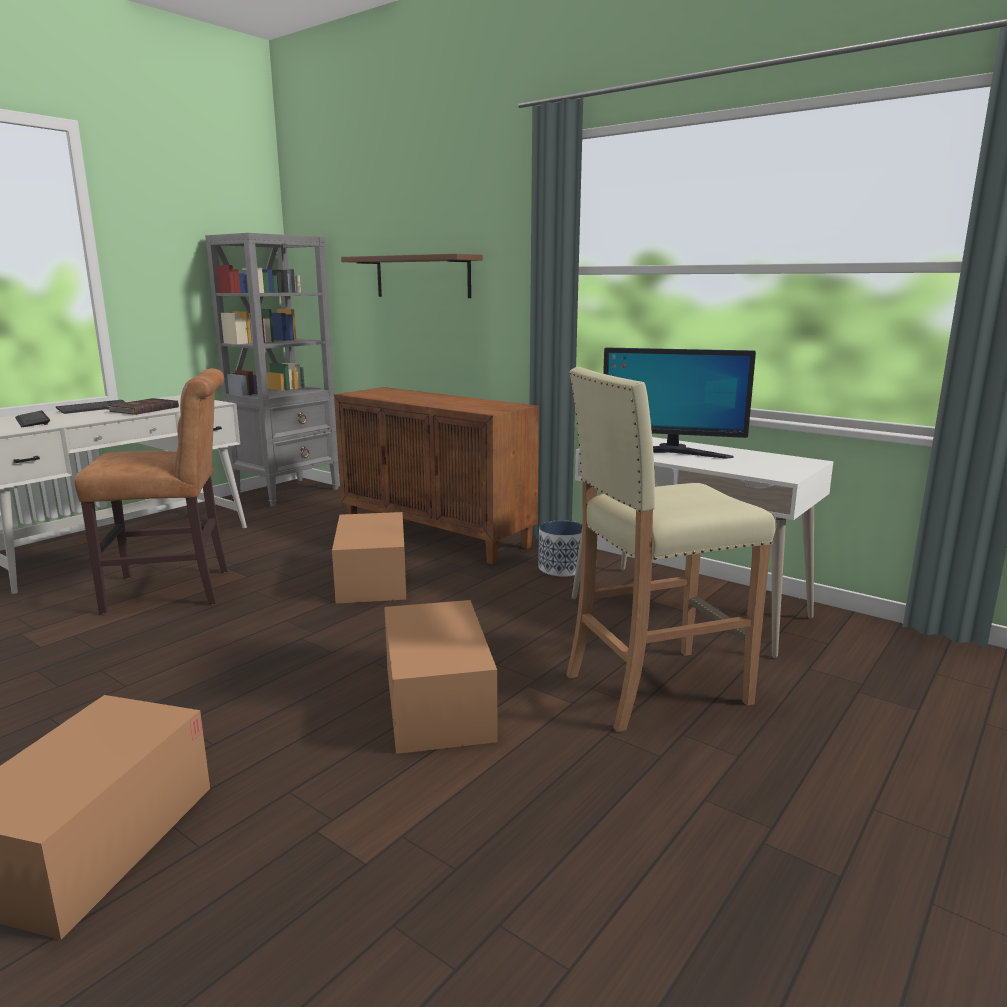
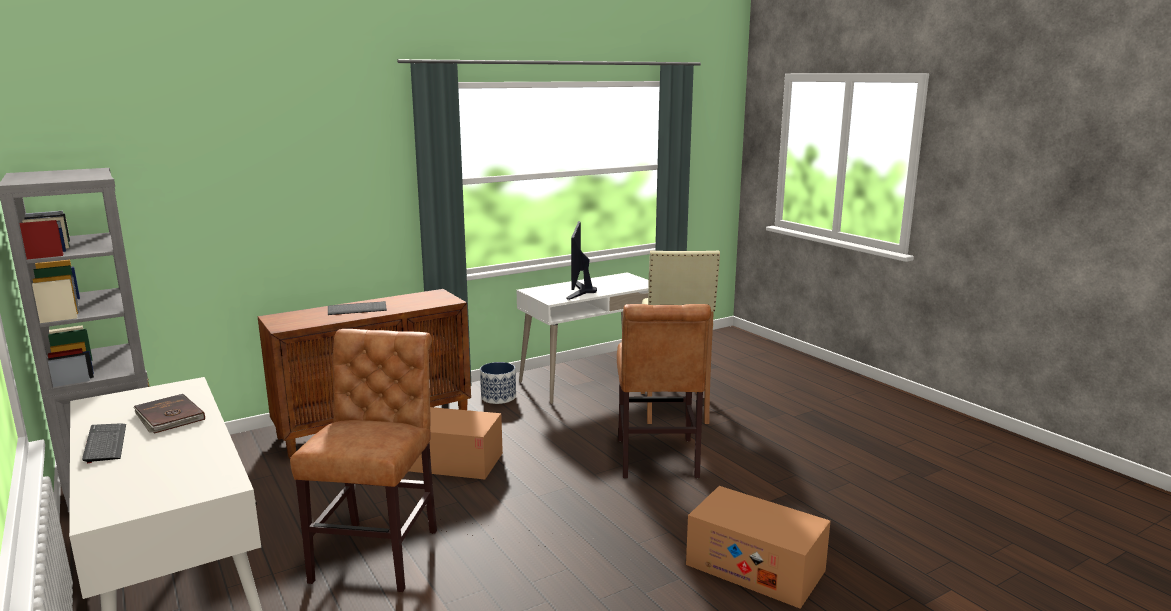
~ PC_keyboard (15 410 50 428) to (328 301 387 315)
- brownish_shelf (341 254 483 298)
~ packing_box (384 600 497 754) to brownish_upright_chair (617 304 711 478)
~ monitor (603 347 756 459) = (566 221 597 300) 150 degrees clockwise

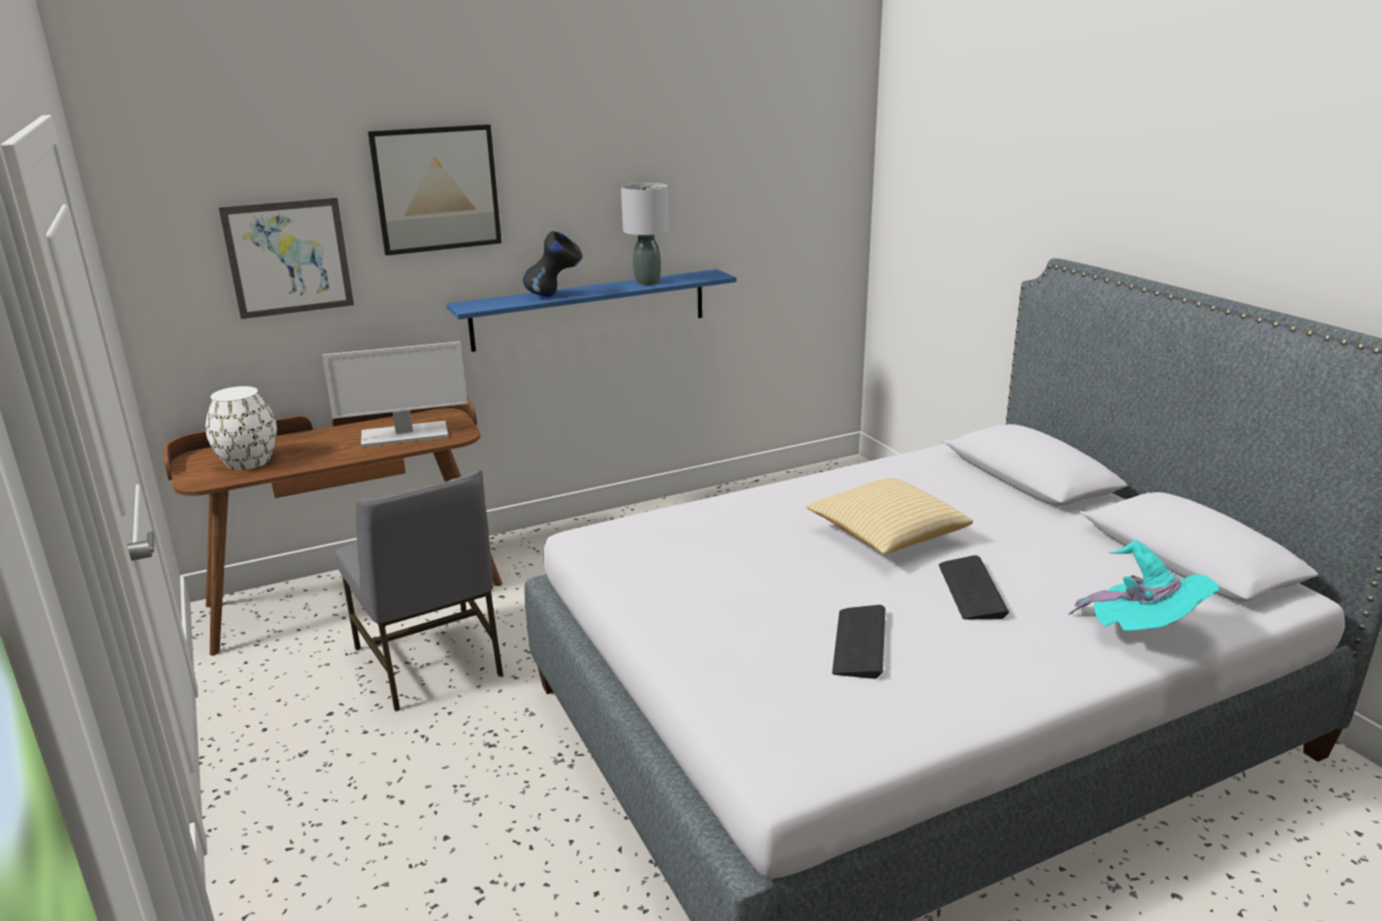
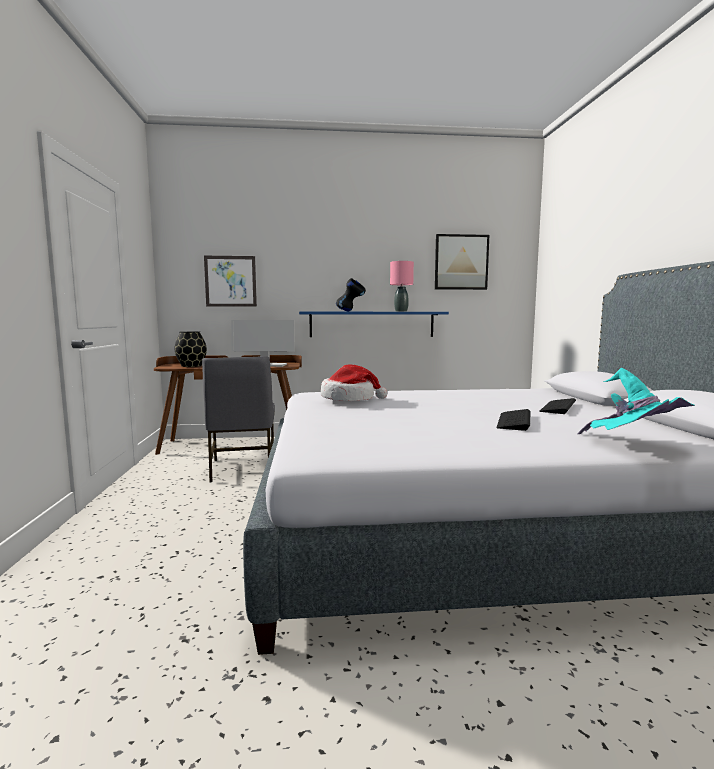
~ white-coloured_flower_vase (206 386 277 470) to blackish_flower_vase (174 331 207 367)
~ wall_picture (368 124 502 256) to (435 234 489 290)
~ greyish_lamp_for_a_table (621 183 669 285) to pinkish_lamp_for_a_table (390 261 414 312)
- cushion (806 478 973 554)
~ PC_keyboard (832 605 885 679) to (539 398 576 414)
+ clothing_hat (321 365 387 401)

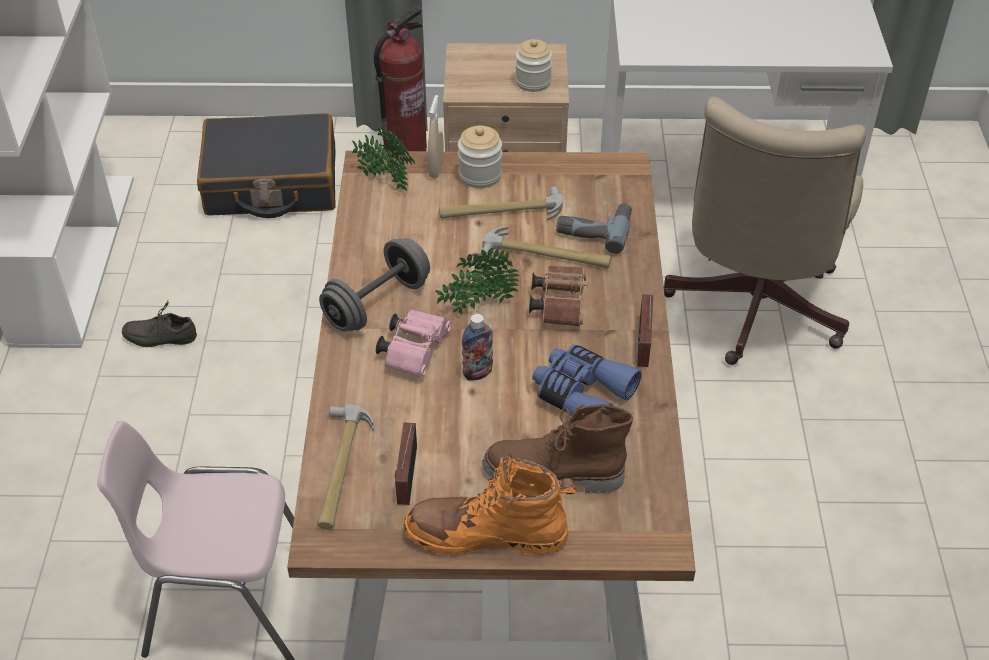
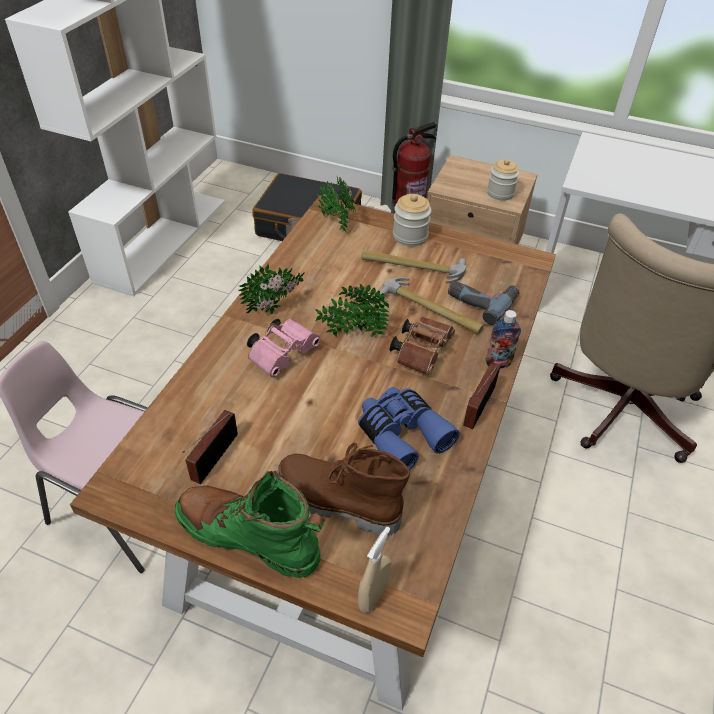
- greyish_low_shoe (122 301 197 347)
- tool_hammer (317 404 374 530)
~ greyish_free_weight (319 238 430 332) to potted_plant (239 264 305 314)
~ orange_boot (403 454 576 555) to green-coloured_boot (175 471 325 579)
~ beige-coloured_hand_sprayer (428 95 444 178) to (358 527 391 613)
~ bottle (462 314 493 380) to (485 310 521 368)

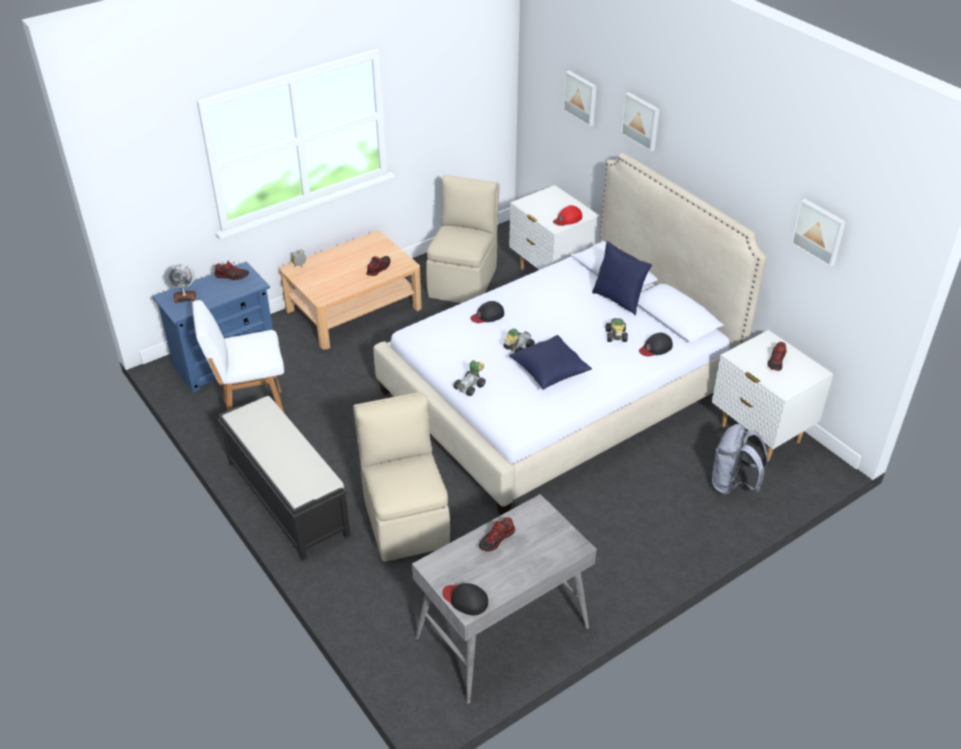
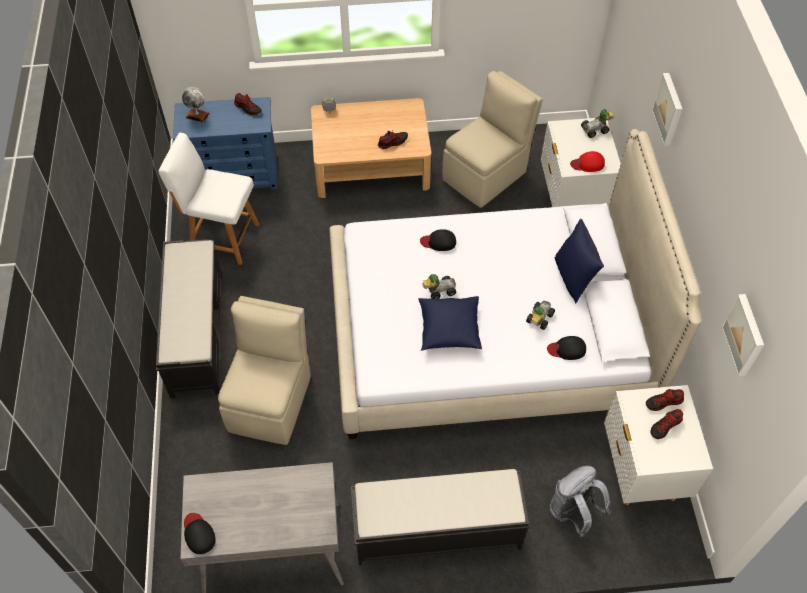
~ miniature_car (454 360 486 396) to (581 109 614 138)
~ low_shoe (479 517 515 552) to (646 389 684 411)
- wall_picture (563 71 597 127)
+ blackish_bench (351 469 530 565)

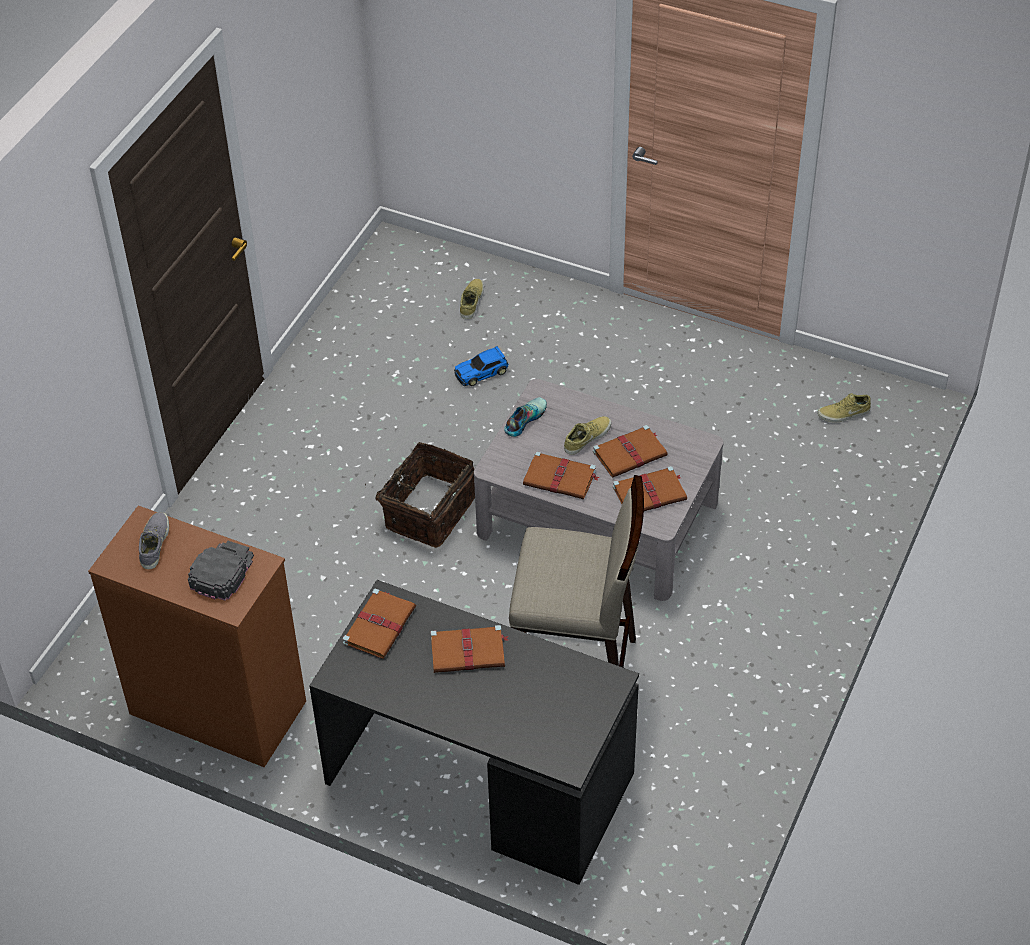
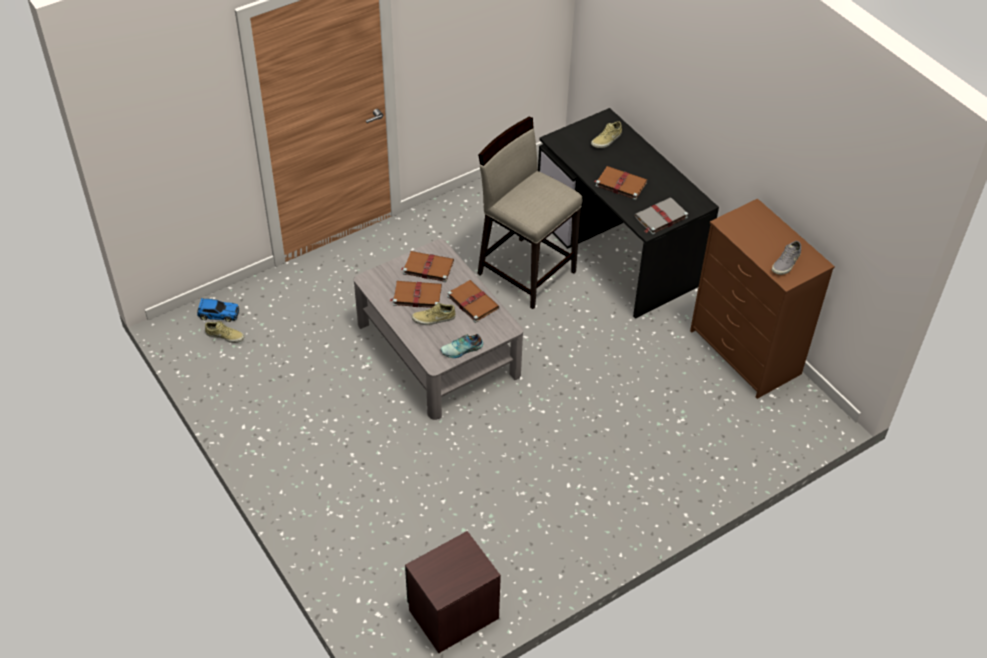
- blackish_baseball_cap (188 541 254 601)
~ brownish_volume (342 589 416 659) to greyish_volume (635 198 688 235)
- household_basket (365 442 475 548)
~ miniature_car (454 346 509 386) to (197 298 239 322)
~ beige-coloured_low_shoe (460 279 484 319) to (591 121 622 148)
+ brownish_night_table (405 531 501 653)

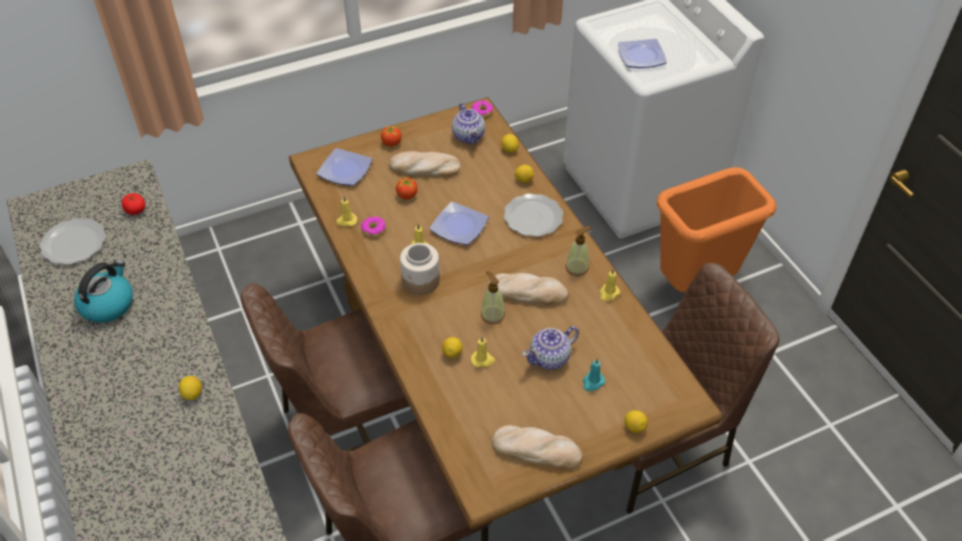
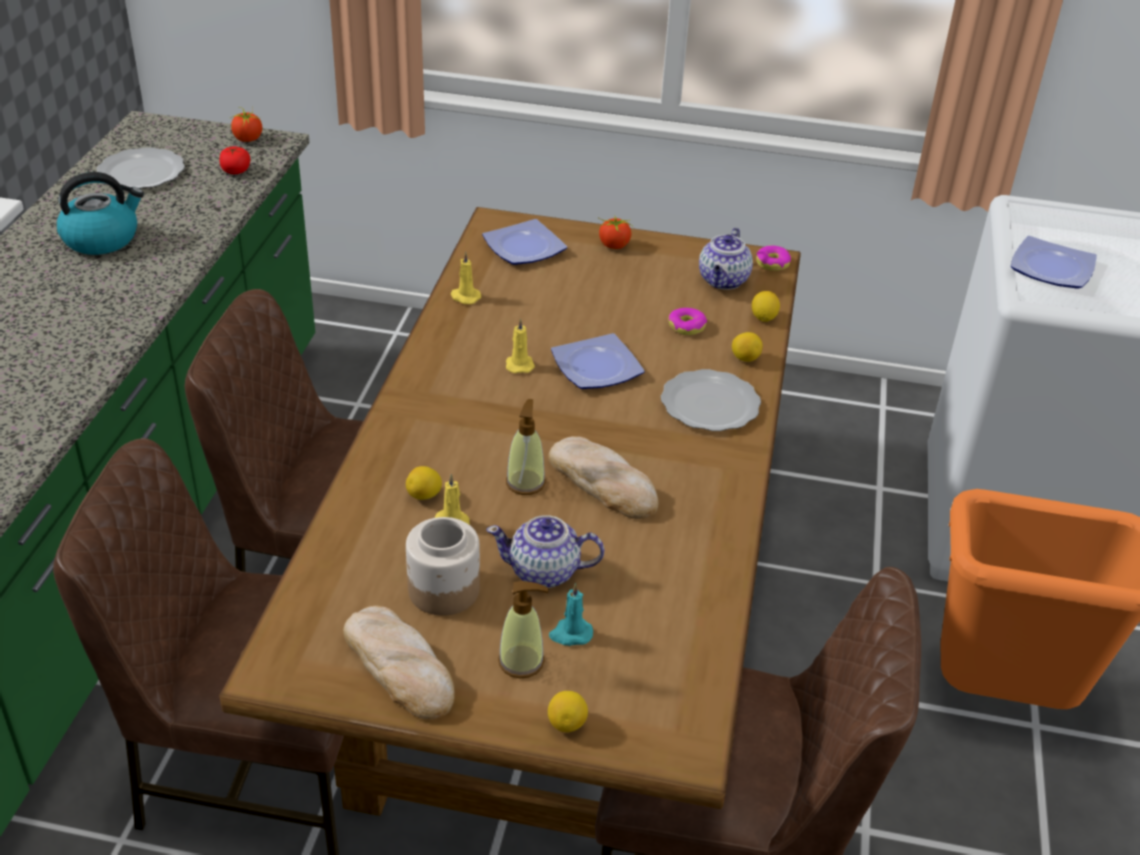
- whole_lemon (179 376 202 400)
~ doughnut (361 217 386 237) to (668 308 707 335)
- baked_bread (389 151 461 177)
~ fresh_tomato (396 173 418 200) to (231 106 262 142)
~ preserve_jar (400 243 440 295) to (406 517 480 616)
~ soap_dispenser (566 226 592 276) to (498 581 549 678)
- yellowish_candle (599 269 620 301)

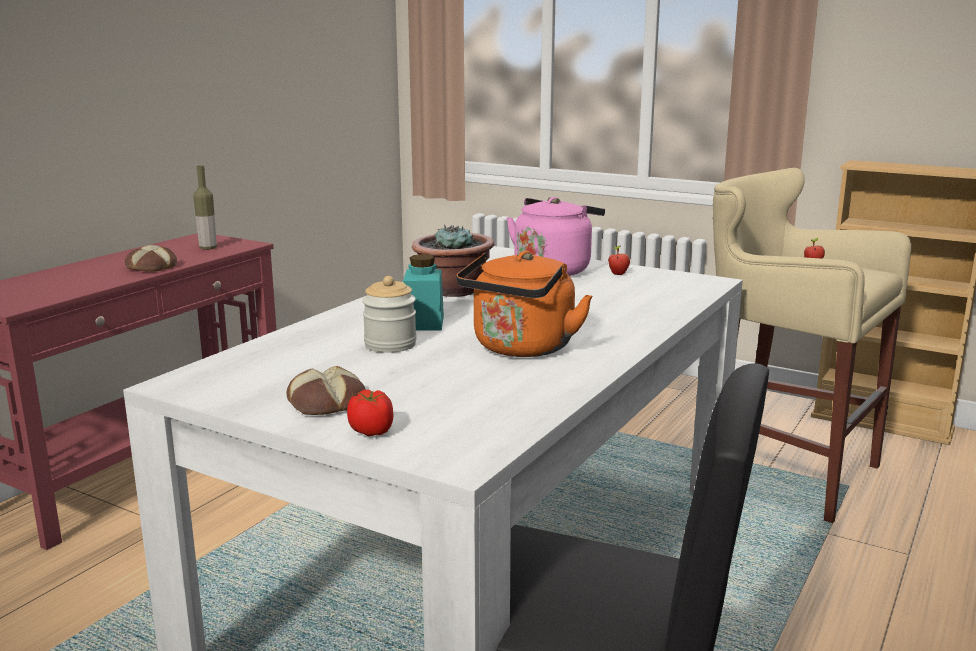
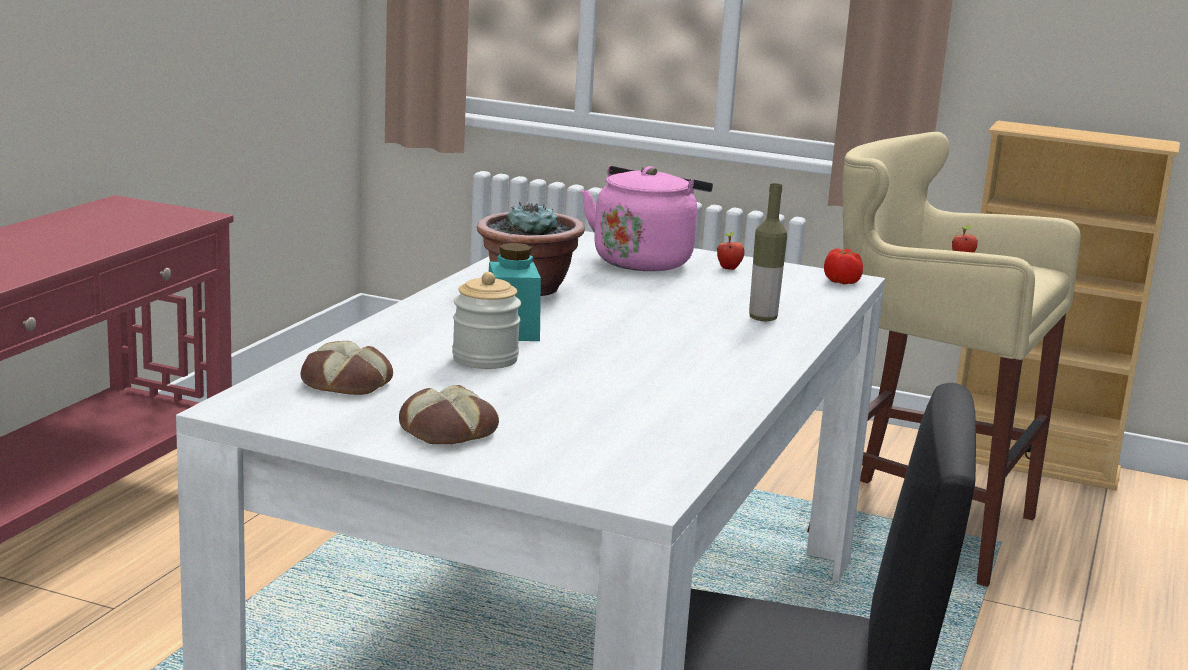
~ baked_bread (125 245 177 272) to (300 341 393 395)
~ bottle (193 165 217 250) to (749 183 787 321)
~ fresh_tomato (347 390 393 436) to (824 248 863 285)
- orange_kettle (456 251 592 357)

